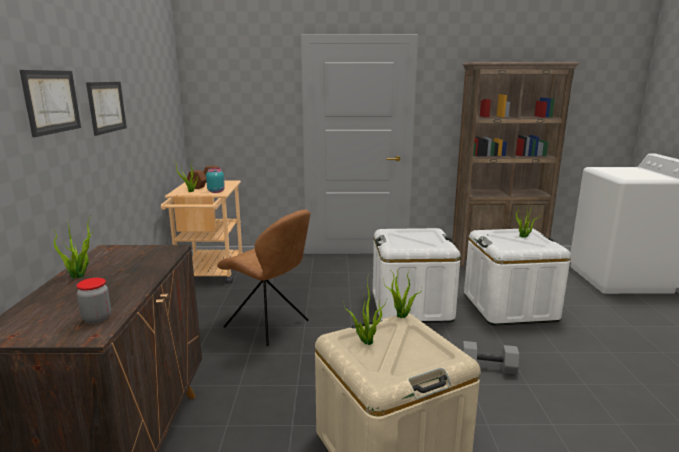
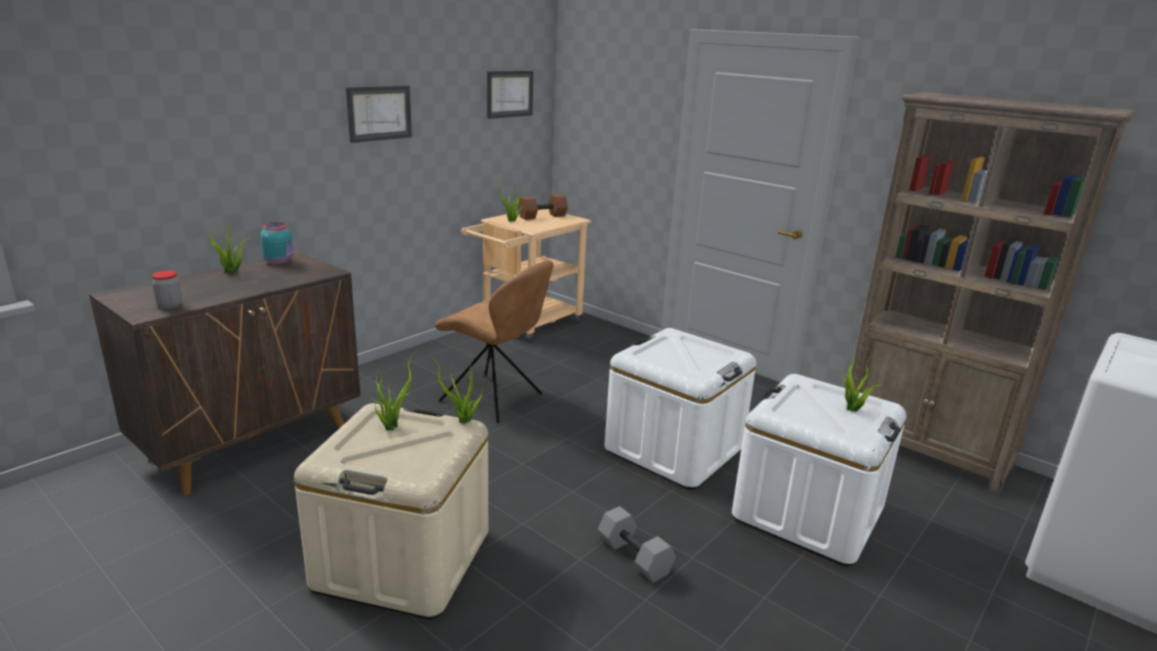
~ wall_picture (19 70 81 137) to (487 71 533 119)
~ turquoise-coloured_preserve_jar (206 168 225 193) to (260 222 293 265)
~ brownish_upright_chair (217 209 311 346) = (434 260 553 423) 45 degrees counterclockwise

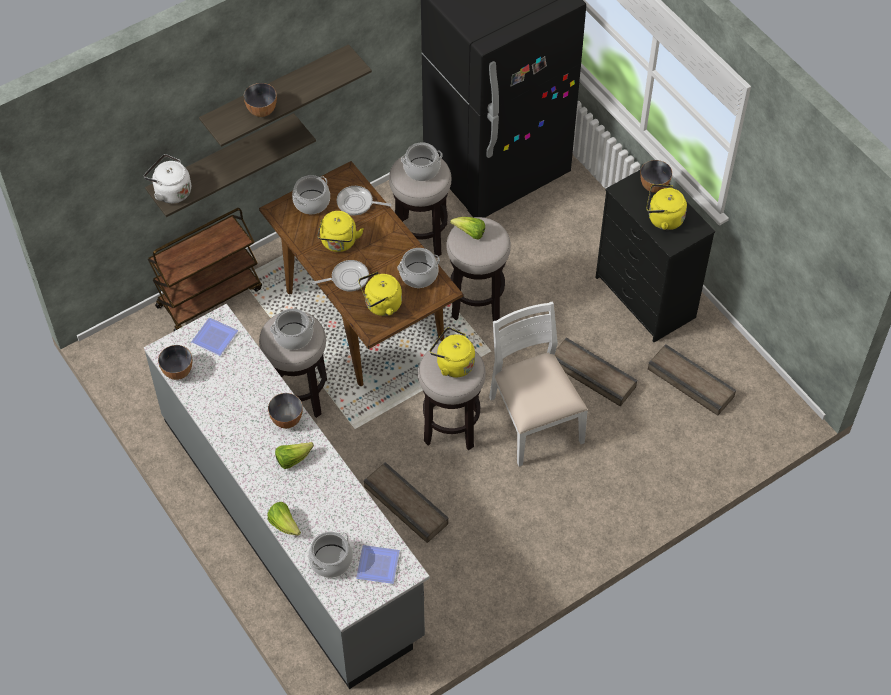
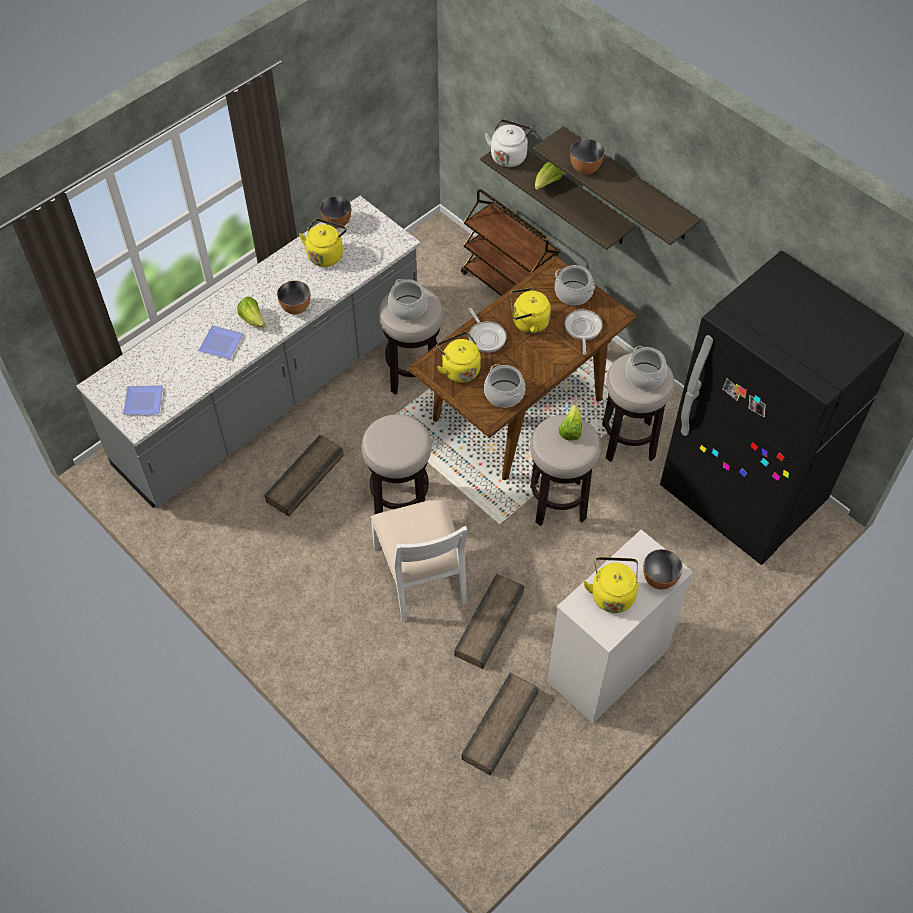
~ flat_dish (191 318 238 356) to (198 325 244 359)
~ lettuce (267 502 301 536) to (535 162 563 190)
- stockpot (308 532 353 578)
~ yellowish_kettle (430 327 475 377) to (299 219 347 267)
~ white-coloured_upright_chair (489 302 588 467) = (371 497 467 622) 105 degrees clockwise
~ blackish_chest_of_drawers (595 169 715 342) to white-coloured_chest_of_drawers (547 530 693 723)

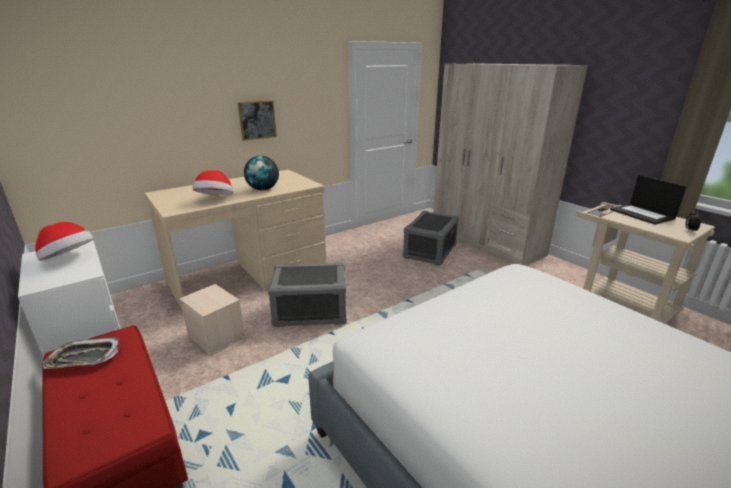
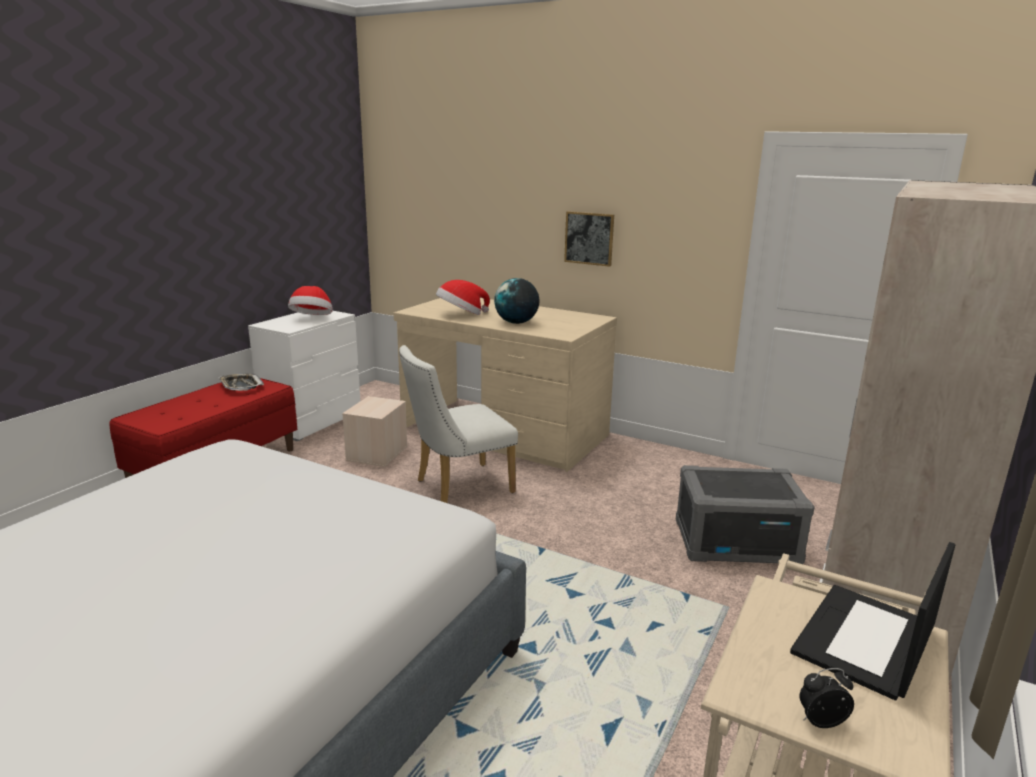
~ greyish_storage_container (268 262 347 327) to white-coloured_upright_chair (399 345 518 503)

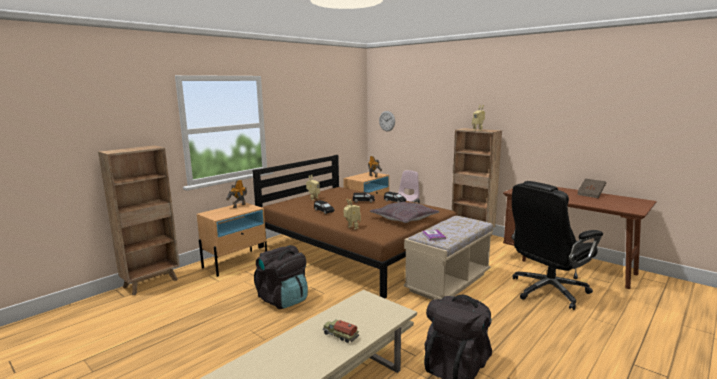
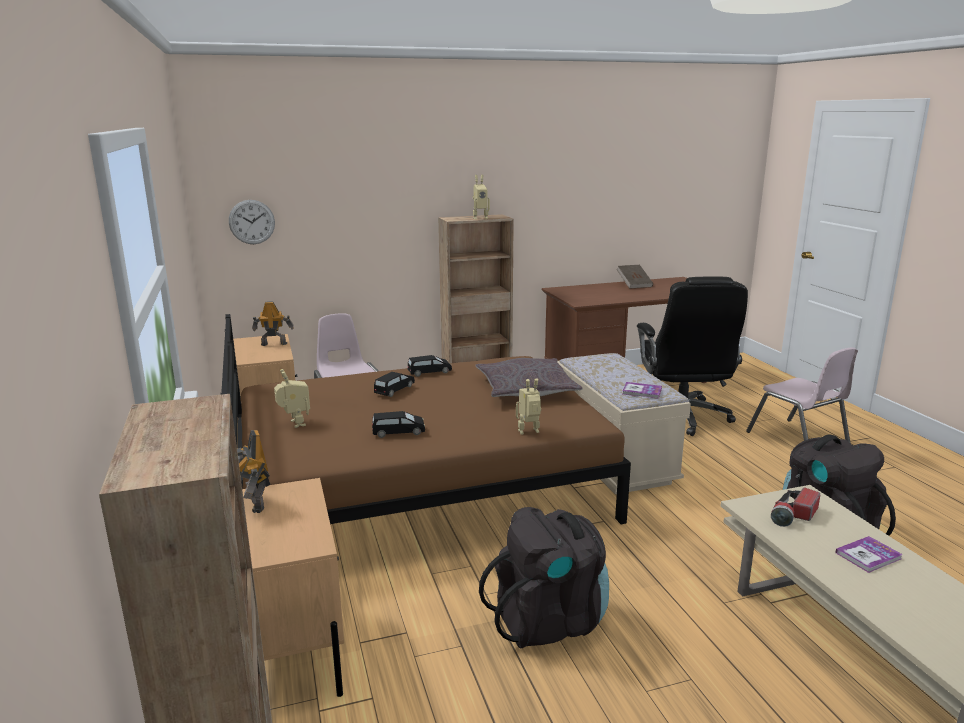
~ toy_truck (323 319 359 343) to volume (835 536 903 573)
+ pinkish_upright_chair (746 347 858 444)
+ torch (771 488 820 527)

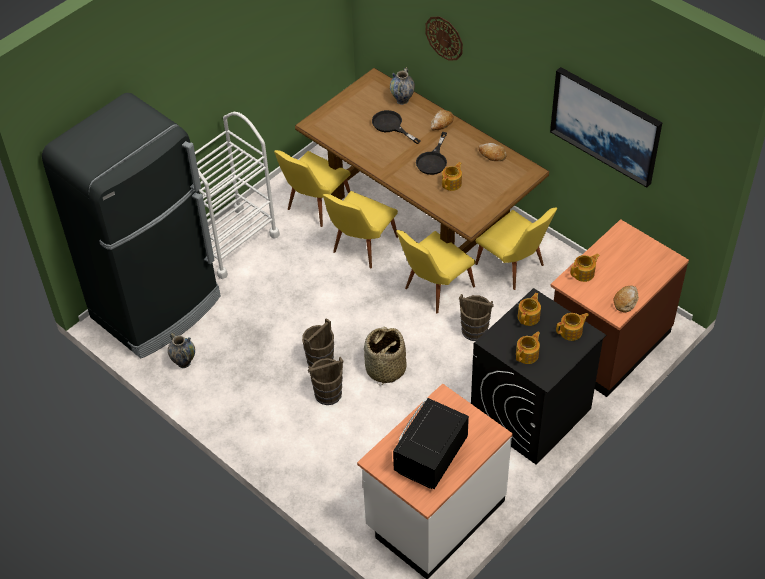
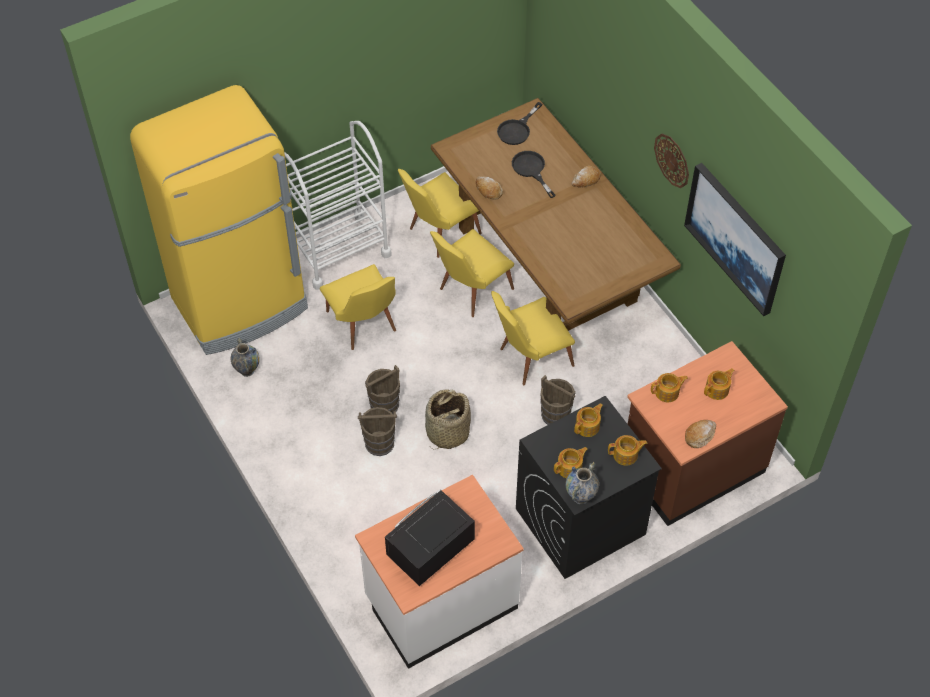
~ blackish_refrigerator (42 93 221 358) to yellowish_refrigerator (130 85 308 355)
~ flower_vase (390 67 415 105) to (566 462 599 504)
~ blackish_pan (416 132 447 175) to (497 102 542 145)
~ wall_clock (425 16 463 60) to (654 134 689 188)
~ teapot (442 162 462 191) to (704 368 734 400)
~ yellowish_upright_chair (475 207 557 290) to (320 264 396 350)
~ baked_bread (478 143 507 161) to (476 177 503 200)

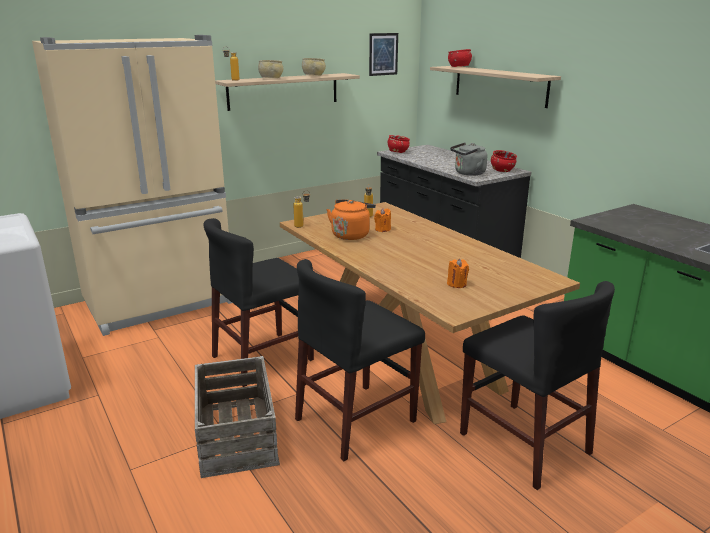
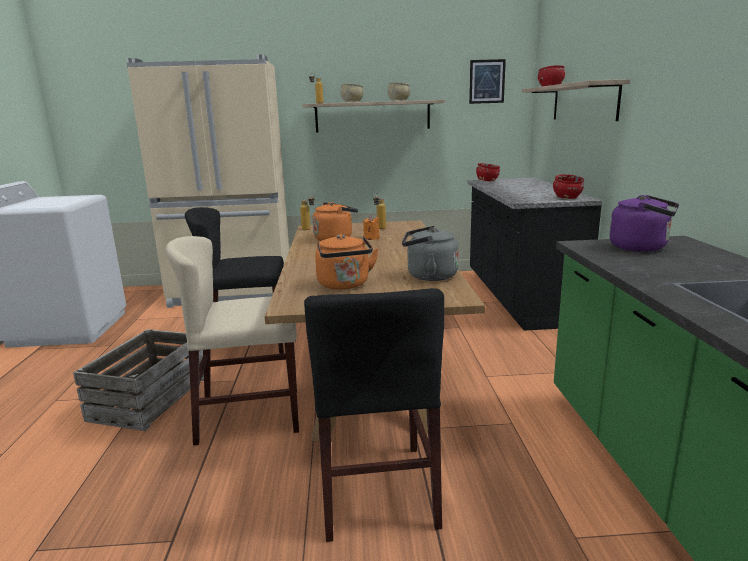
~ blackish_upright_chair (295 259 425 461) to beige-coloured_upright_chair (166 236 299 446)
~ orange_candle (447 259 469 288) to orange_kettle (315 234 379 290)
~ greyish_kettle (450 142 487 176) to (402 226 459 281)
+ purple-coloured_kettle (609 195 679 252)

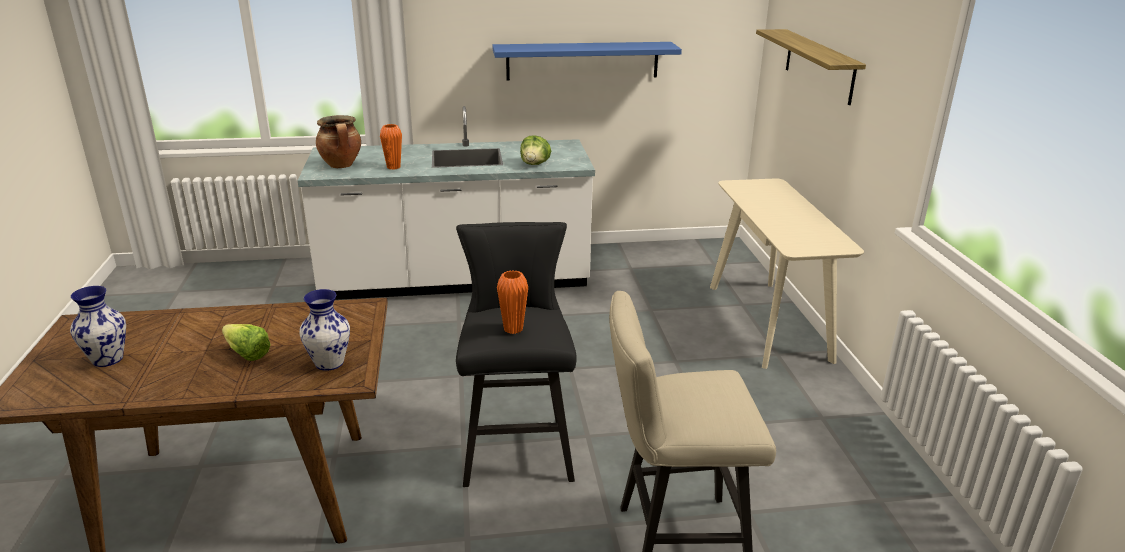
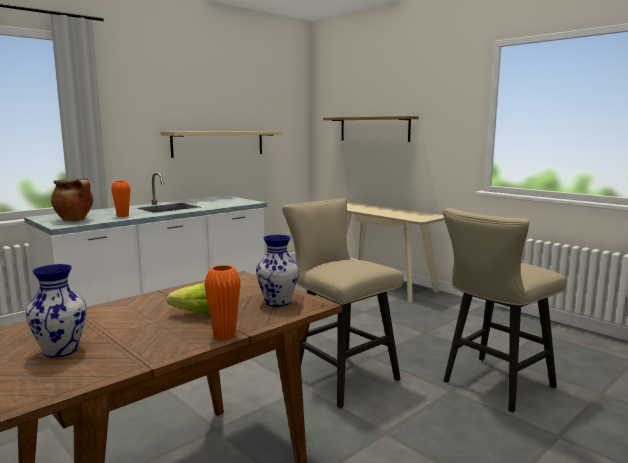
~ blackish_stool (456 222 577 487) to beige-coloured_stool (282 198 404 408)
~ blue-coloured_shelf (492 42 682 80) to beige-coloured_shelf (161 131 284 158)
~ orange_flower_vase (497 270 528 334) to (204 265 241 339)
- lettuce (520 135 551 165)

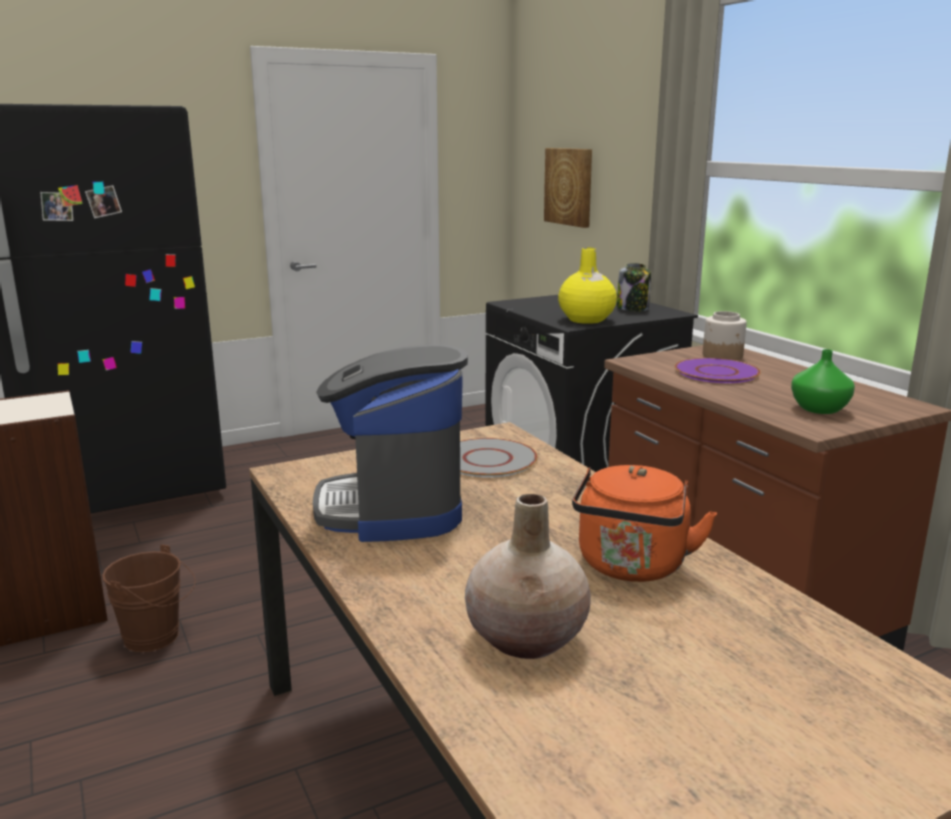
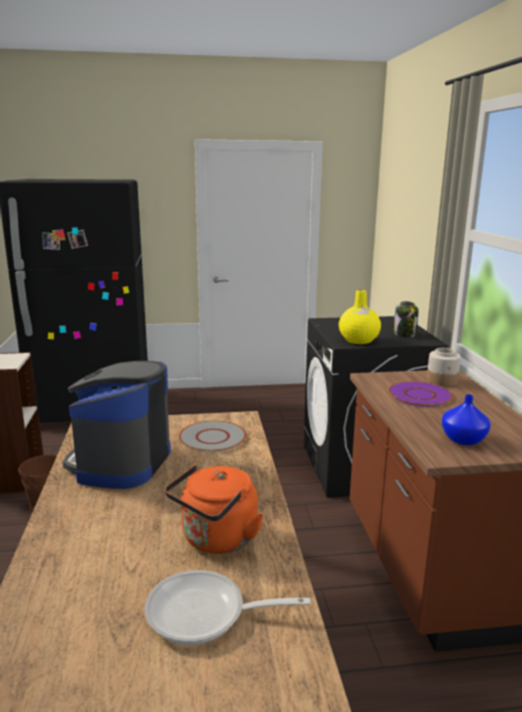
- beige-coloured_flower_vase (465 494 591 659)
- wall_picture (544 148 592 228)
~ green-coloured_flower_vase (791 349 855 414) to blue-coloured_flower_vase (442 394 491 445)
+ pan (145 570 310 645)

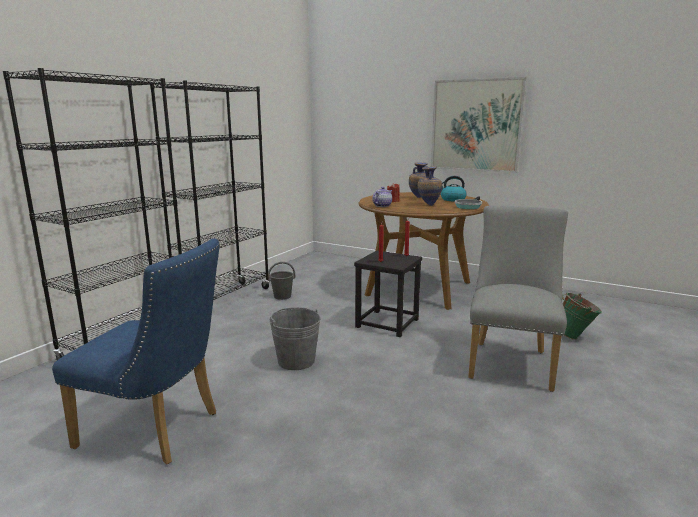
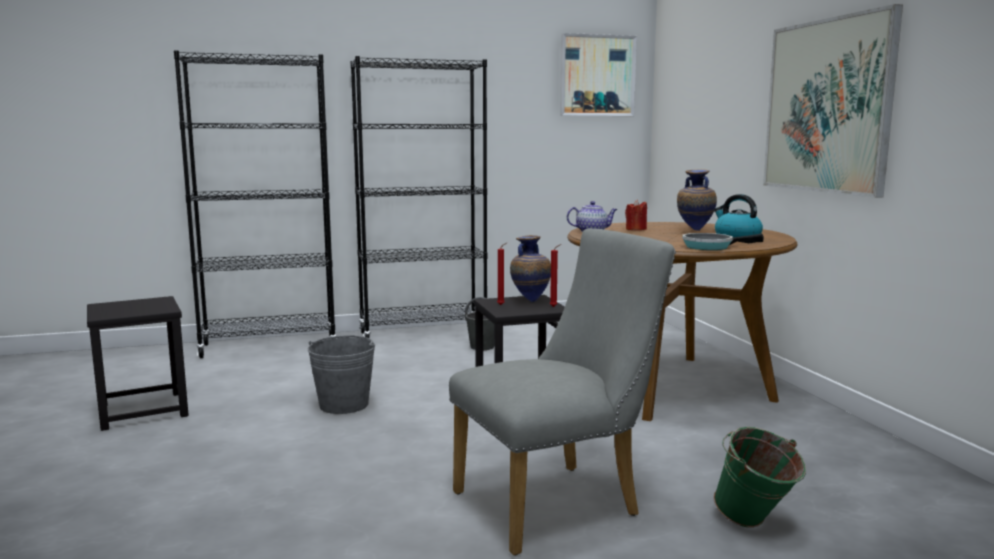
~ blue-coloured_upright_chair (52 238 220 465) to blackish_stool (87 296 189 431)
~ flower_vase (417 167 442 206) to (510 235 551 302)
+ wall_picture (560 33 637 116)

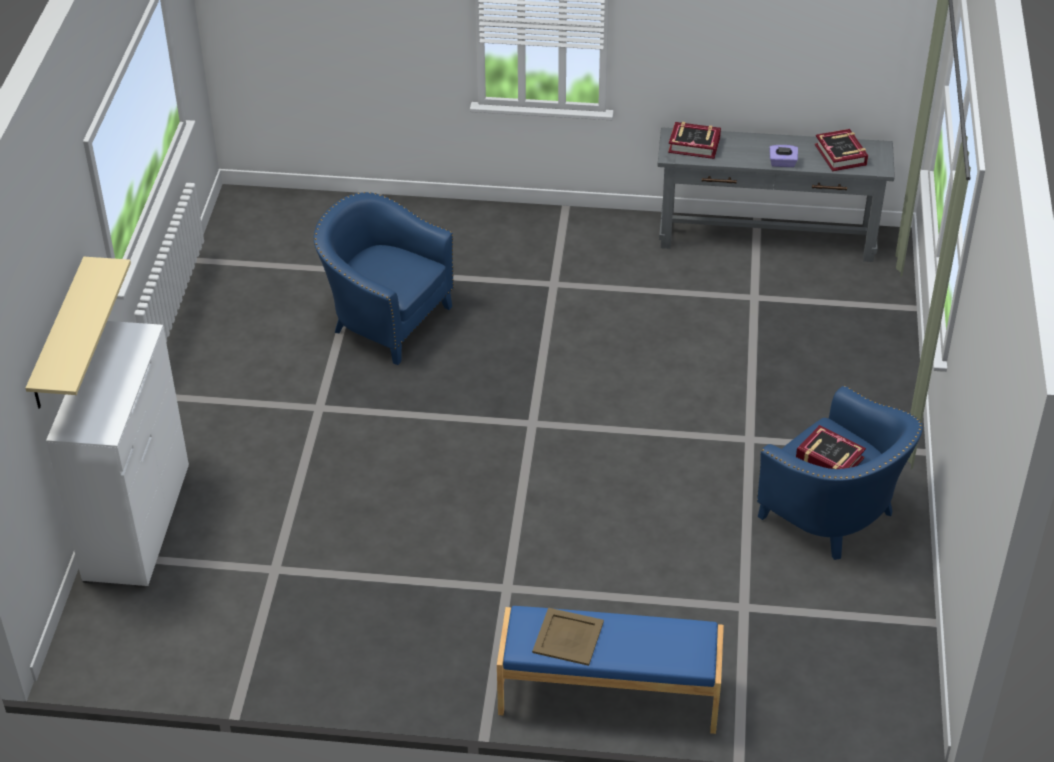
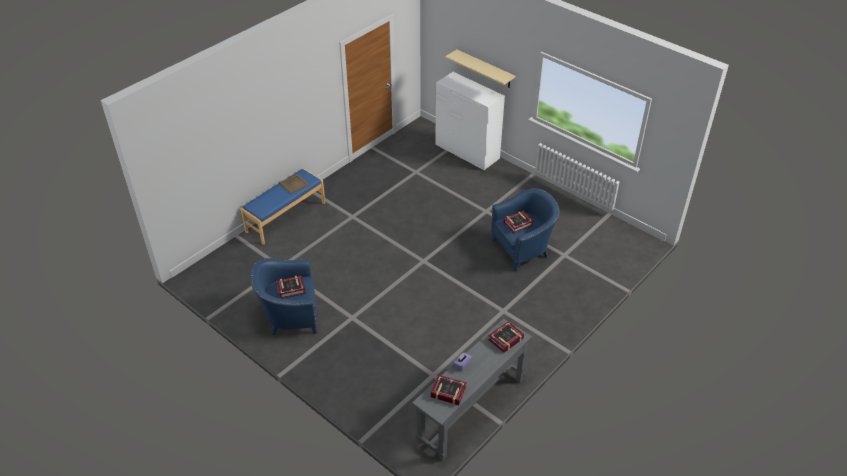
+ volume (503 211 534 233)

